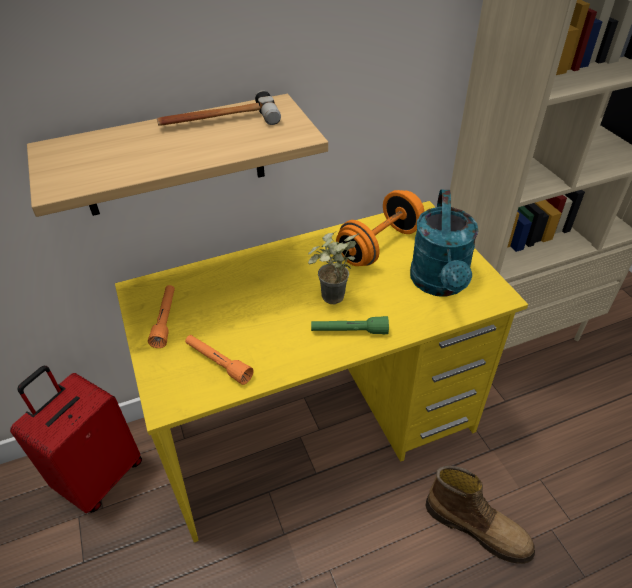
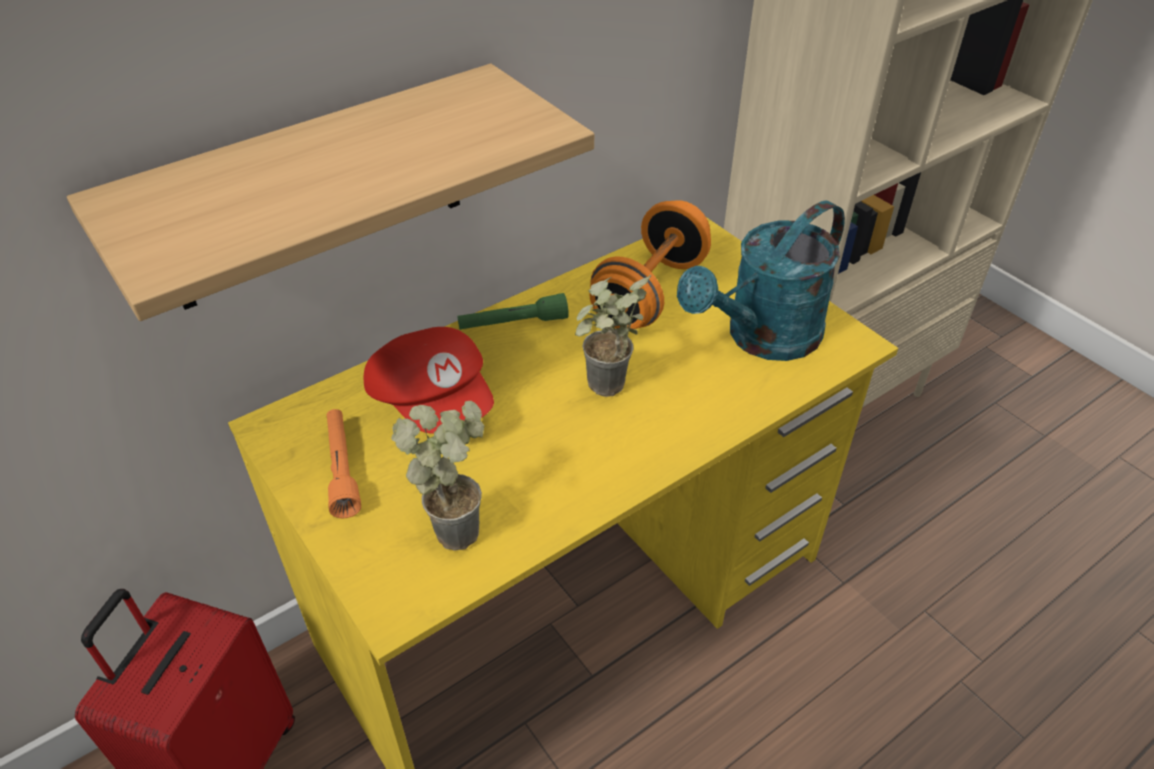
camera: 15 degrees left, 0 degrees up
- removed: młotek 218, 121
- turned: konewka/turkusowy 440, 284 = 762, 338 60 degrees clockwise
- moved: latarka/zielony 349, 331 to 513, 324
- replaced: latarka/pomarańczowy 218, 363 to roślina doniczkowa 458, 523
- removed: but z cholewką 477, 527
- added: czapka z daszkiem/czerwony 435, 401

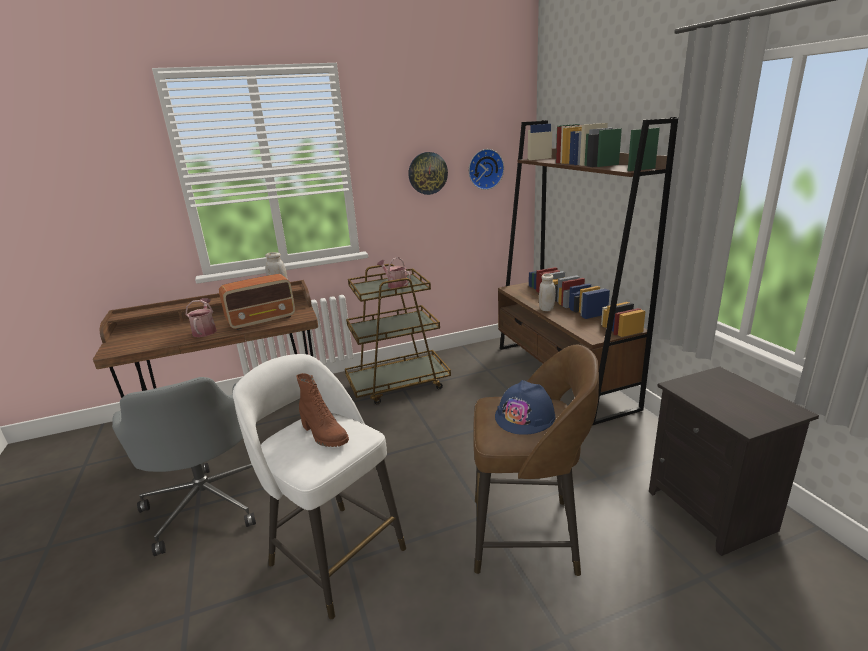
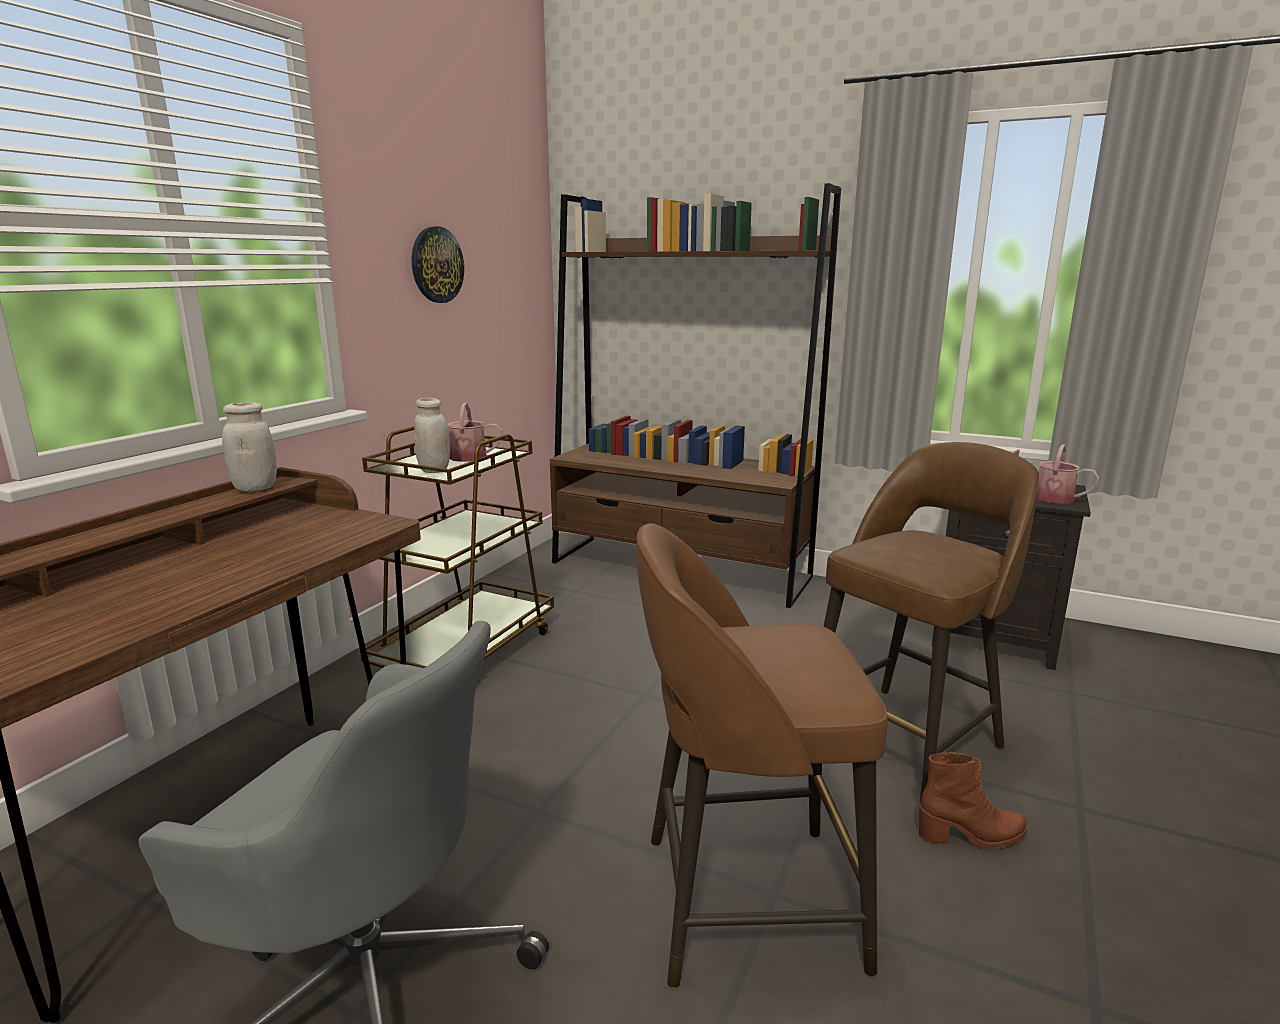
camera: 45 degrees left, 5 degrees down
- removed: zegar ścienny 485, 169
- removed: radio 262, 320
- moved: słoik/biały 546, 309 to 434, 470
- moved: konewka 205, 330 to 1046, 497
- recoloured: stołek/biały 335, 554 to stołek/brązowy 743, 901
- moved: but z cholewką/brązowy 323, 435 to 971, 836
- removed: kask/niebieski 525, 416

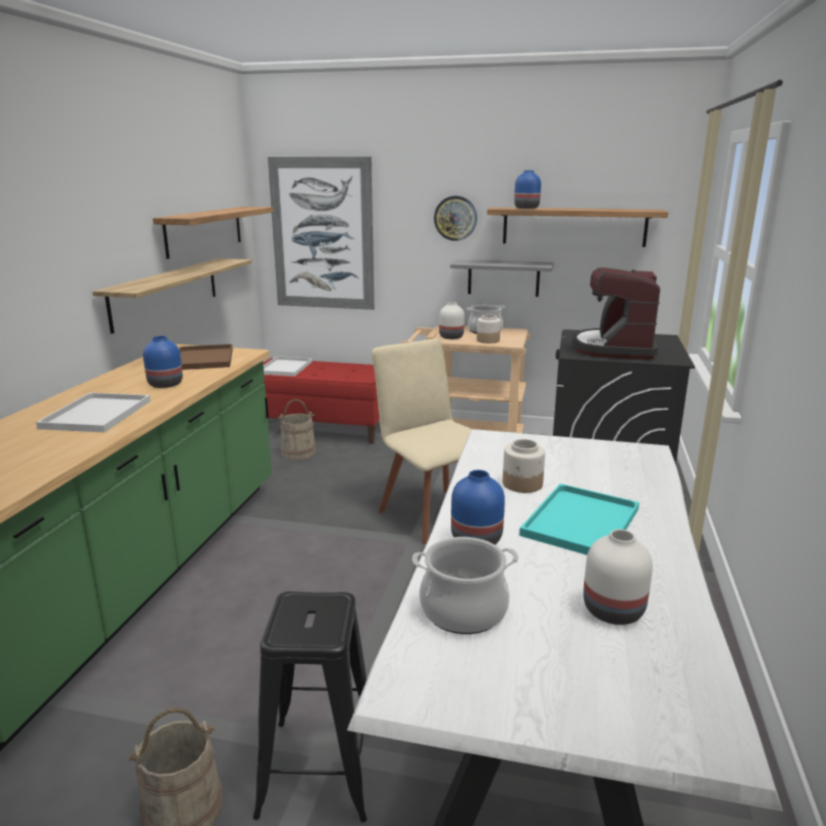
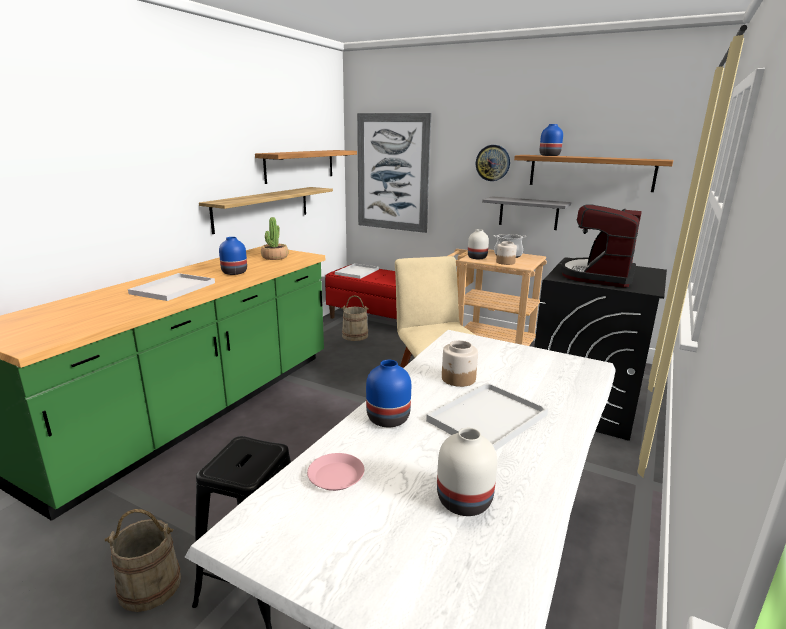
camera: 15 degrees right, 0 degrees up
- replaced: taca/brązowy 203, 358 to roślina doniczkowa 275, 257
- recoloured: taca/turkusowy 580, 520 to taca/biały 487, 416
- replaced: garnek 463, 610 to talerz/różowy 336, 476

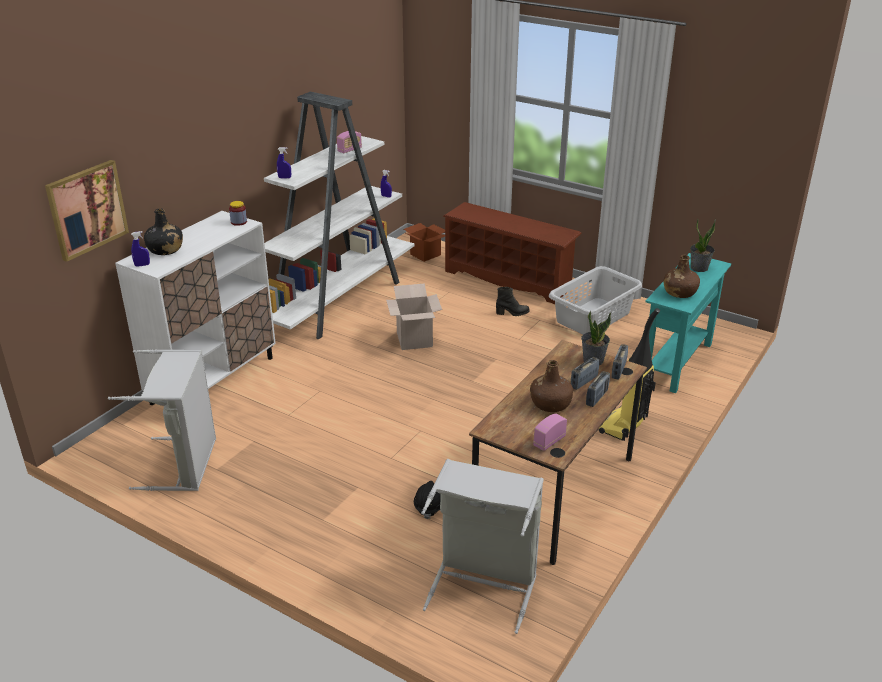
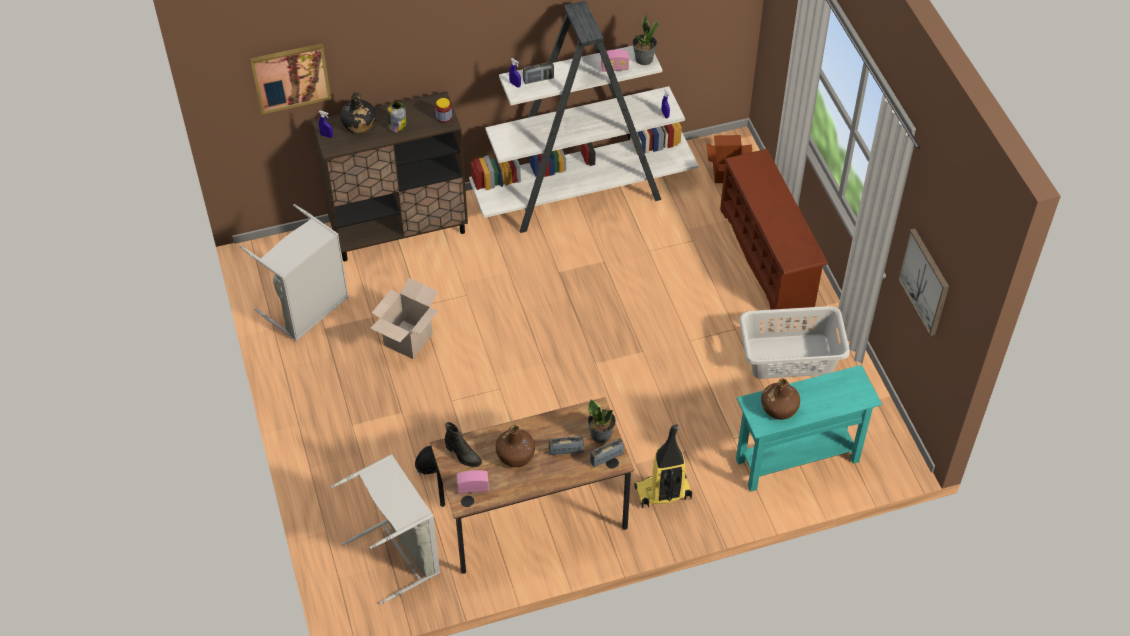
camera: 40 degrees right, 20 degrees up
- recoloured: szafka/biały 213, 380 to szafka/brązowy 399, 230
- moved: roślina doniczkowa 699, 268 to 643, 59
- moved: karton 414, 340 to 408, 339
- moved: but z cholewką/czarny 512, 313 to 463, 455
- moved: radio 597, 398 to 538, 79
- added: słoik 397, 125
- added: obraz 925, 281

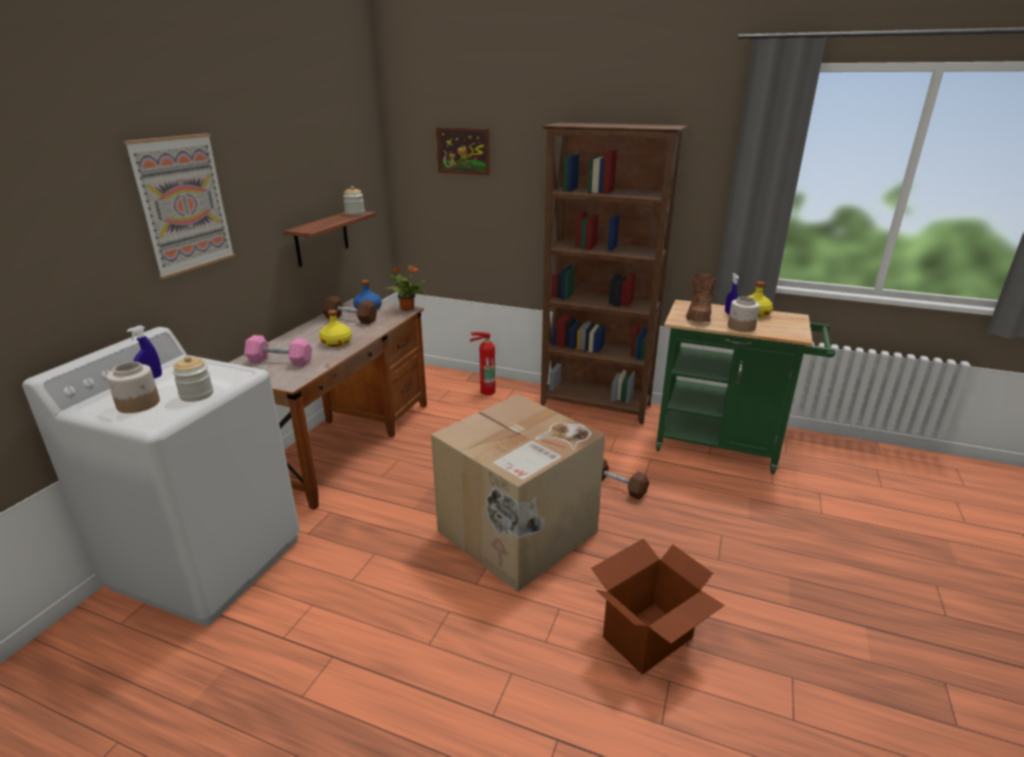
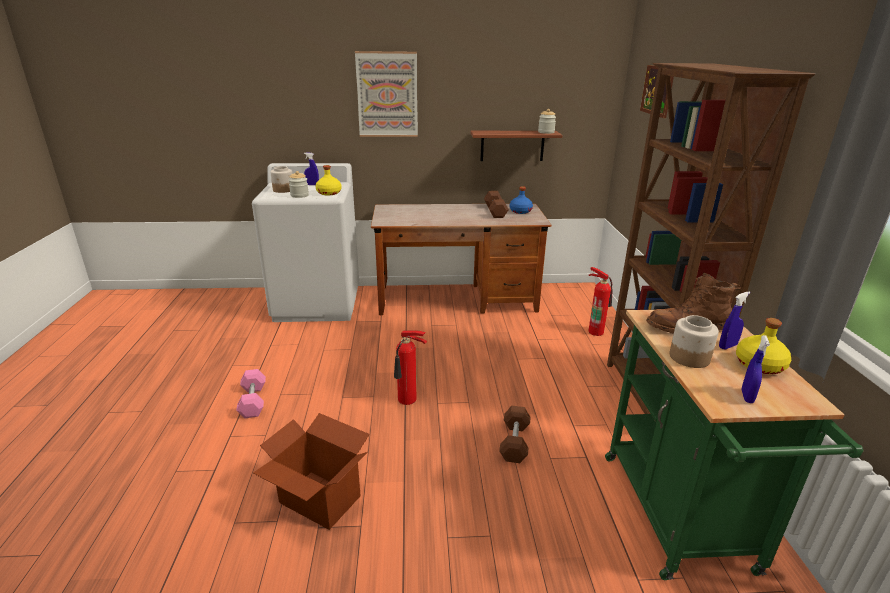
camera: 65 degrees right, 0 degrees up
- removed: roślina doniczkowa 407, 308
- moved: butelka/żółty 336, 343 to 328, 193
- moved: hantel/różowy 280, 361 to 253, 401
- replaced: karton 517, 533 to gaśnica 407, 400
- added: spryskiwacz/niebieski 747, 397

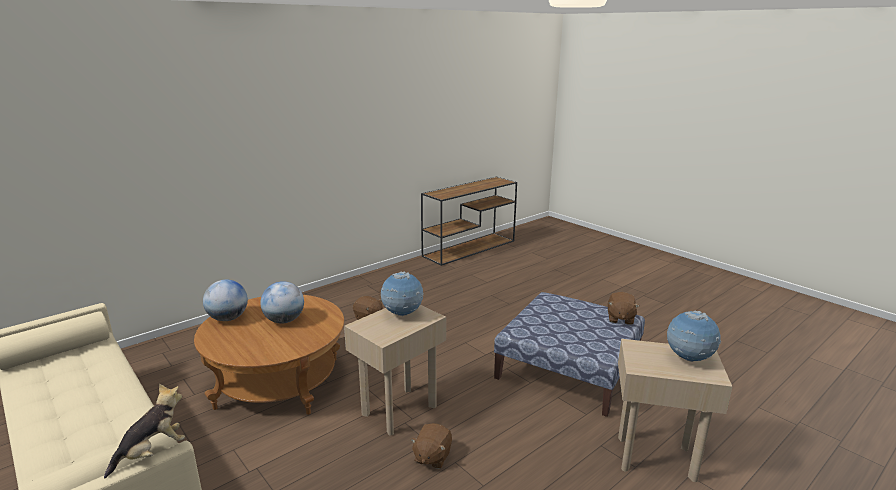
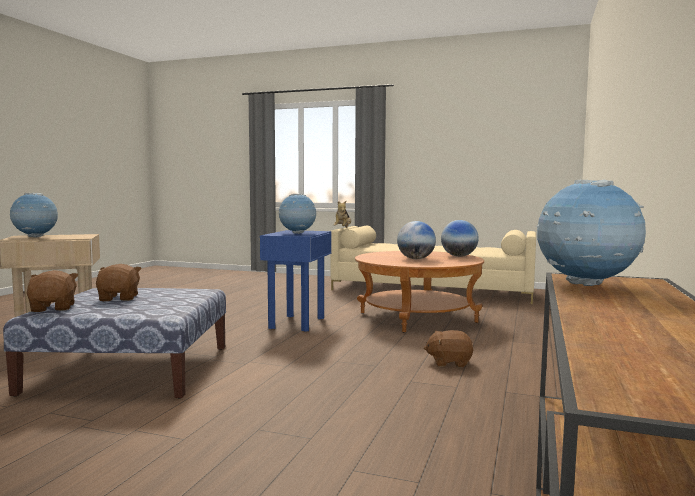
camera: 150 degrees right, 15 degrees down
- recoloured: stolik/beżowy 398, 409 to stolik/niebieski 298, 323
- moved: pluszak/brązowy 432, 457 to 119, 298
- added: globus 586, 285

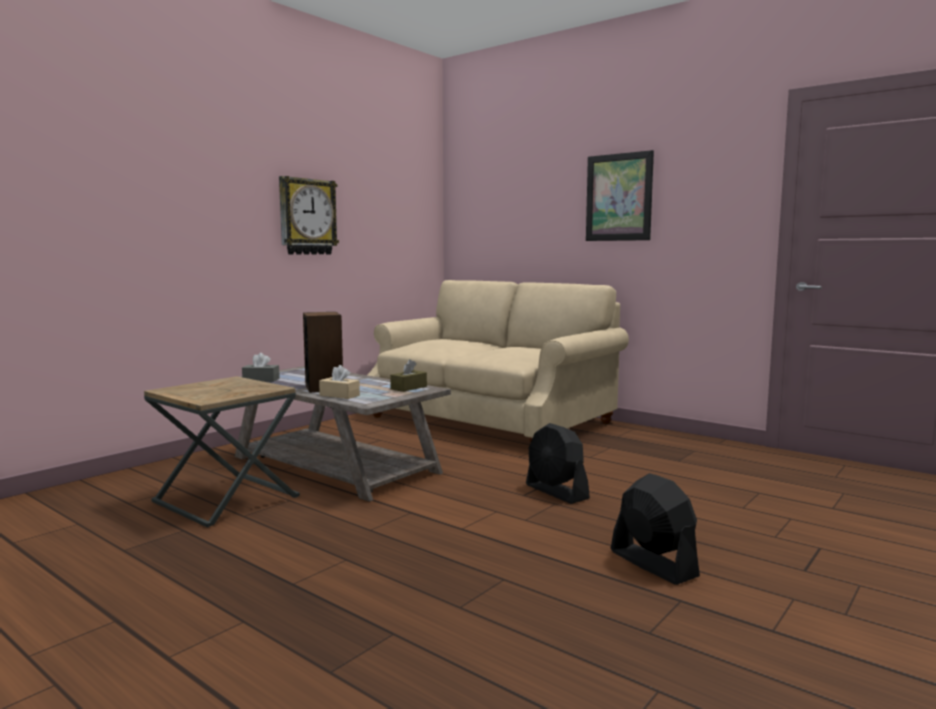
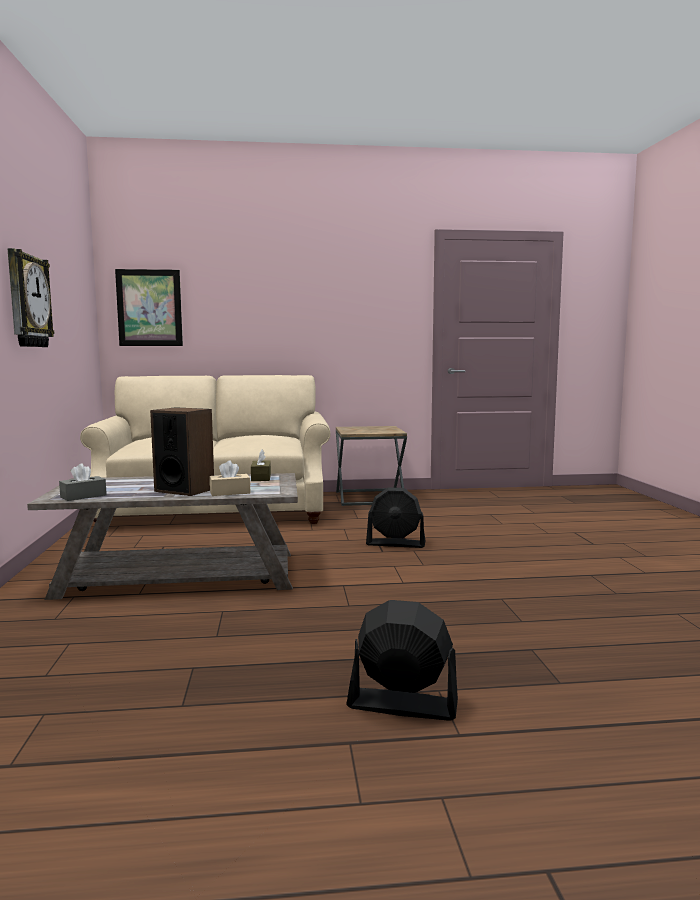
camera: 45 degrees left, 0 degrees up
- moved: obraz 619, 197 to 149, 308
- moved: stolik/brązowy 226, 499 to 369, 498
- moved: wentylator/czarny 652, 563 to 401, 704

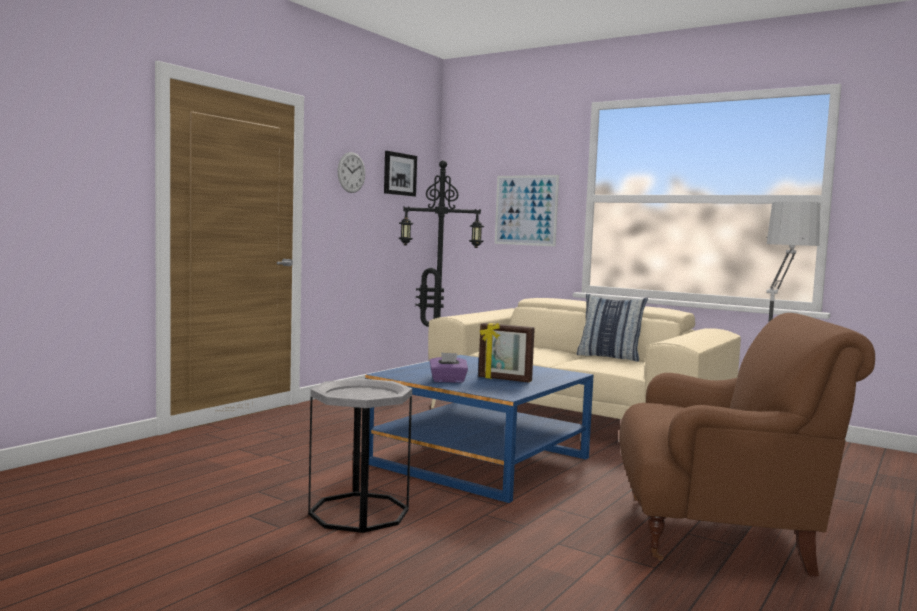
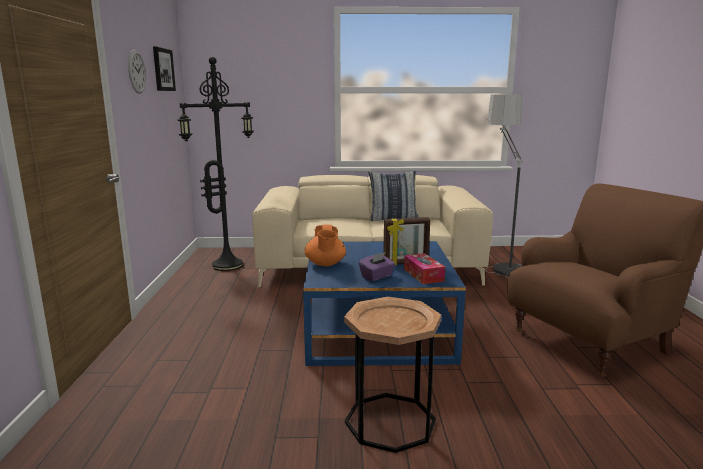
camera: 35 degrees left, 10 degrees up
- removed: obraz 526, 210
- recoloured: stolik/szary 359, 512 to stolik/brązowy 390, 421
- added: imbryk/pomarańczowy 325, 264
- added: pudełko chusteczek 423, 275

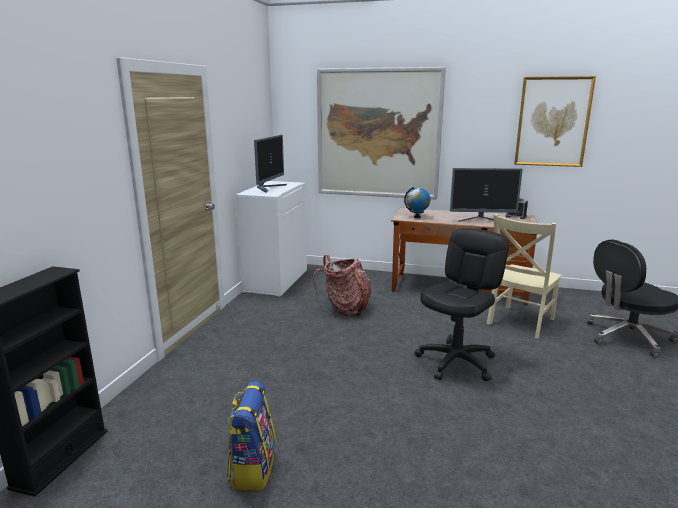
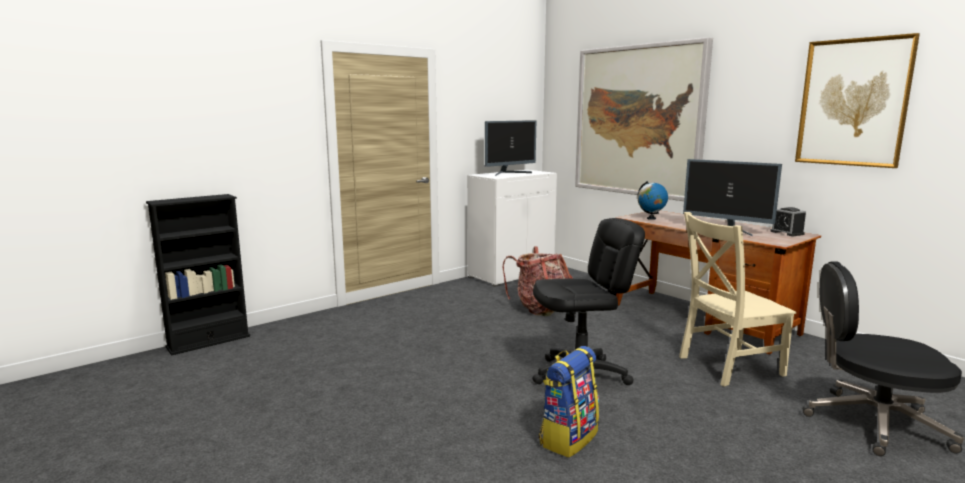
camera: 35 degrees right, 5 degrees down
- moved: plecak 252, 468 to 568, 438

